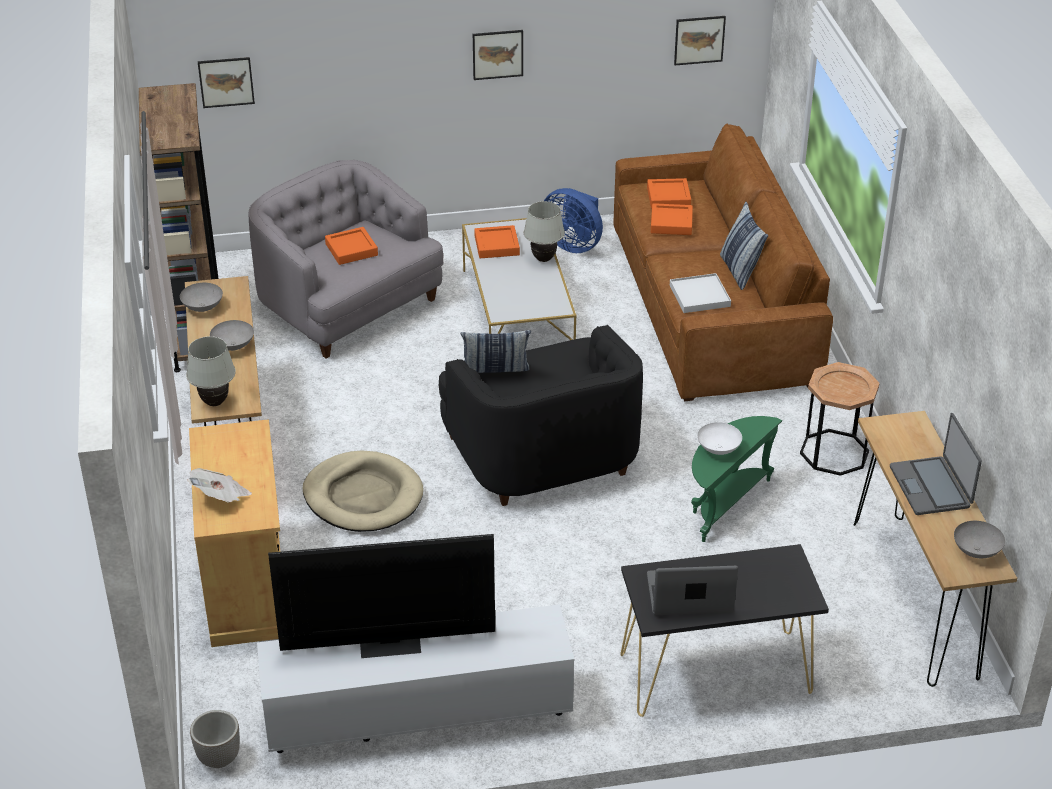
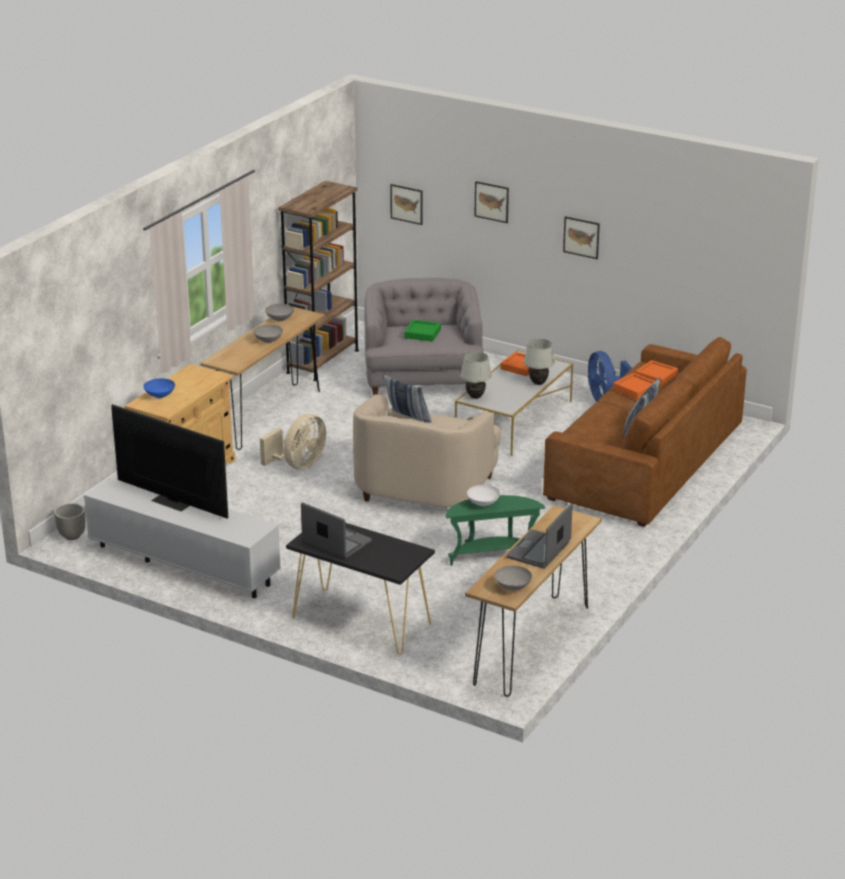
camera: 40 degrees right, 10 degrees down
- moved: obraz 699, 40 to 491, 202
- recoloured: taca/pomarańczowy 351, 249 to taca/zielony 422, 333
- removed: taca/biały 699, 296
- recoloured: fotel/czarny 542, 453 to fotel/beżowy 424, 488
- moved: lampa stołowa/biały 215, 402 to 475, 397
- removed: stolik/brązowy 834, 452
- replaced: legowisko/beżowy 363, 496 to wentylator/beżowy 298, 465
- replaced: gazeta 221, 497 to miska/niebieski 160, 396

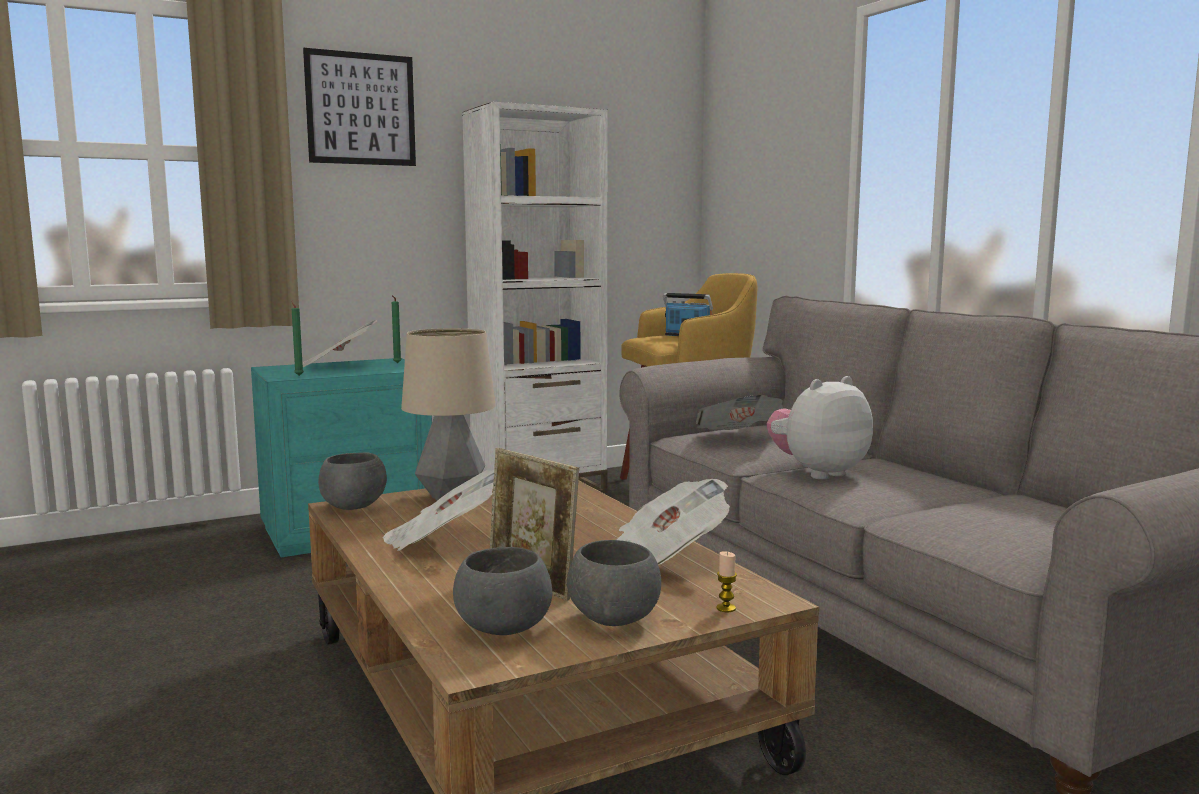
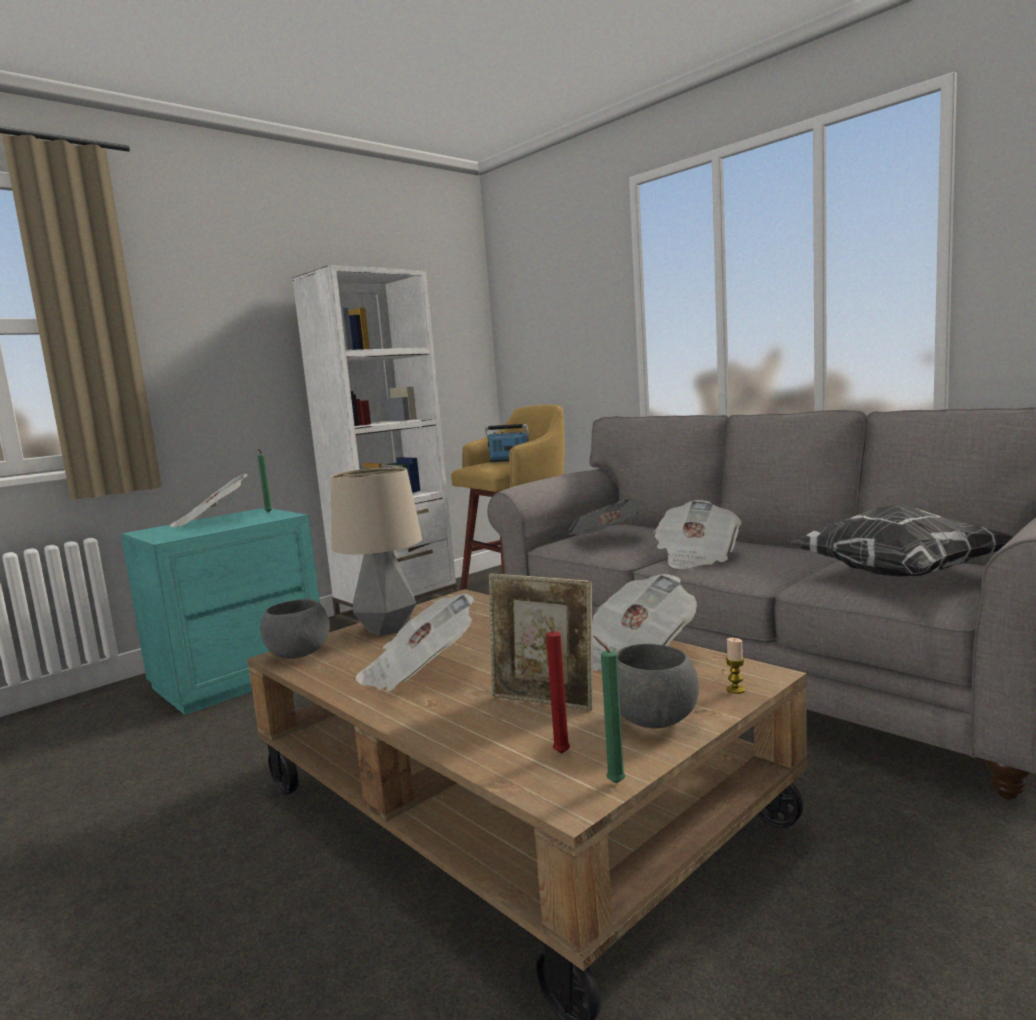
camera: 15 degrees left, 0 degrees up
- removed: obraz 361, 109
- moved: świeca/zielony 298, 375 to 613, 782
- replaced: pluszak 817, 473 to gazeta 695, 558
- replaced: miska/szary 503, 628 to świeca/czerwony 560, 752
- added: poduszka 896, 575

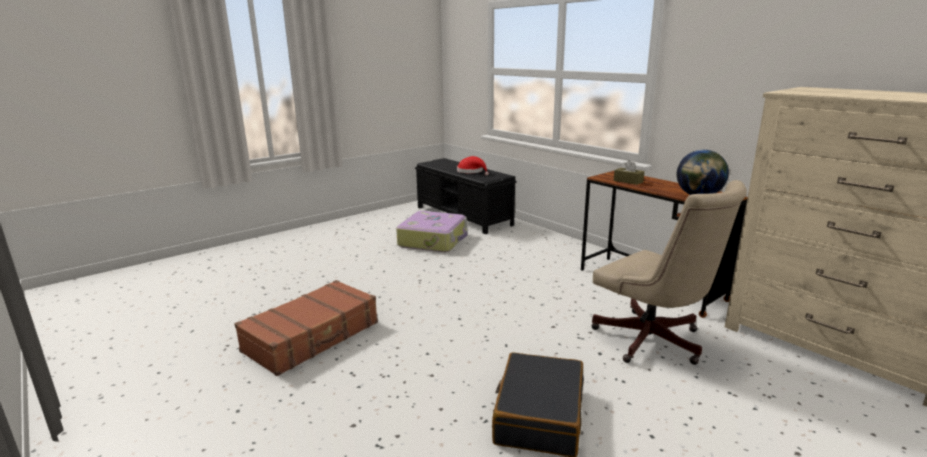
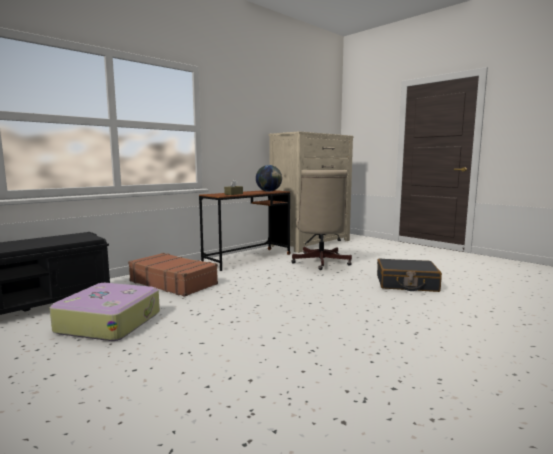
camera: 95 degrees left, 10 degrees down
- removed: kapelusz/czerwony 471, 172
- turned: krzesło biurowe/beżowy 653, 342 = 320, 263 135 degrees clockwise
- moved: walizka/brązowy 313, 337 to 173, 283

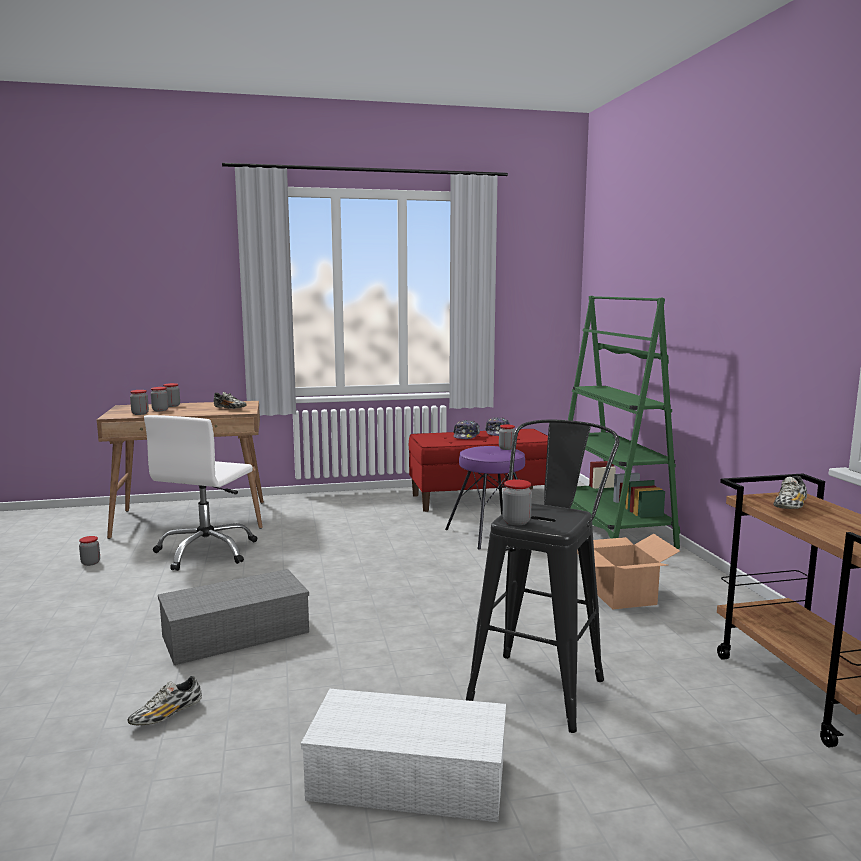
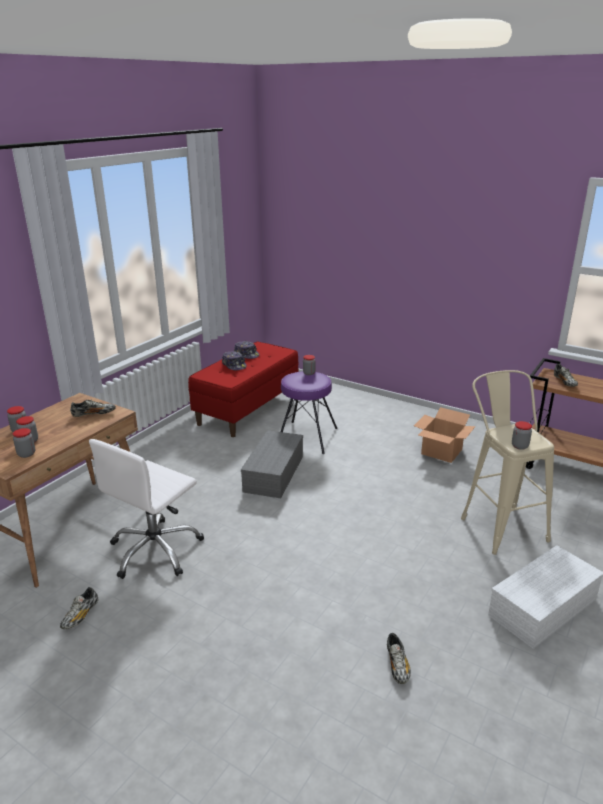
camera: 45 degrees left, 15 degrees up
- removed: regał/zielony 610, 528
- turned: krzesło biurowe/biały 207, 552 = 156, 550 60 degrees clockwise
- recoloured: stołek/czarny 542, 683 to stołek/beżowy 499, 524
- replaced: słoik 90, 563 to but 80, 615
- moved: pojemnik do przechowywania/szary 237, 633 to 273, 473

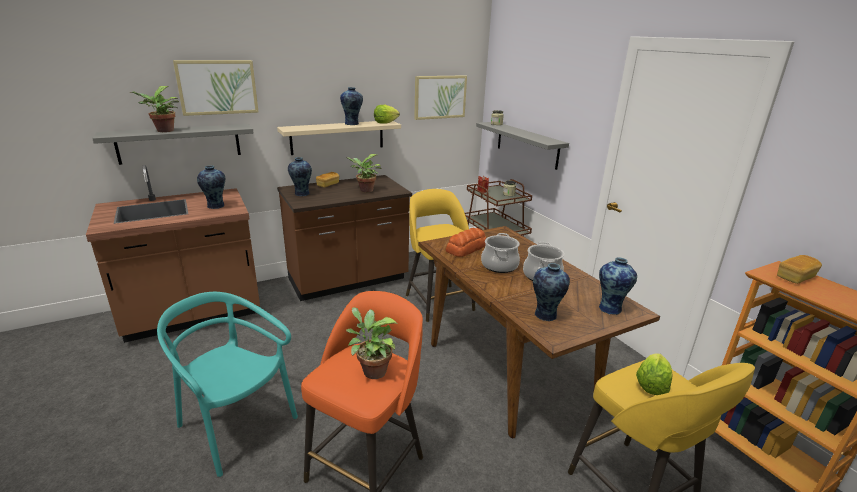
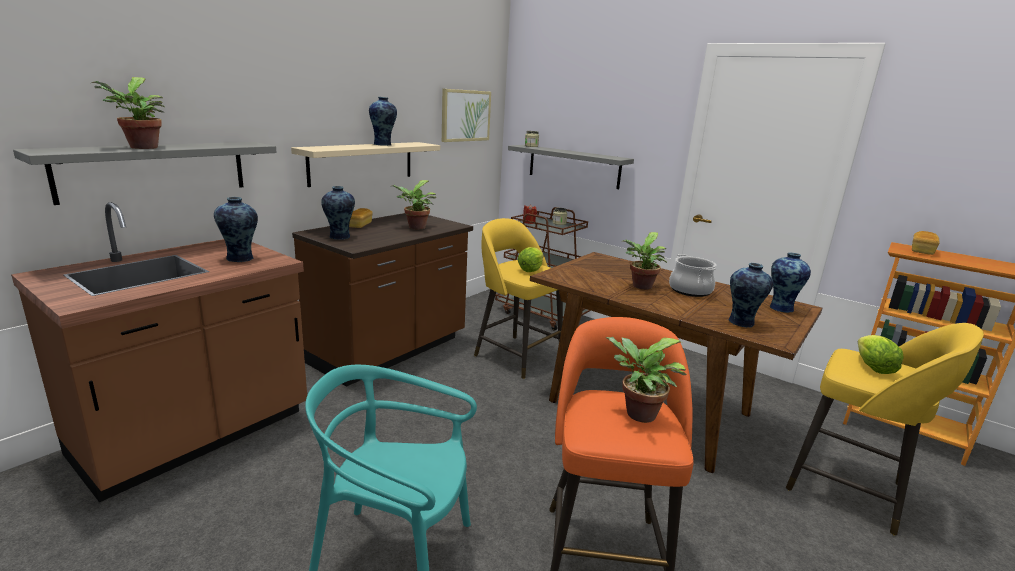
camera: 25 degrees left, 5 degrees down
- removed: obraz 217, 87
- moved: sałata 385, 122 to 531, 269
- removed: chleb 467, 248
- replaced: garnek 499, 265 to roślina doniczkowa 640, 287

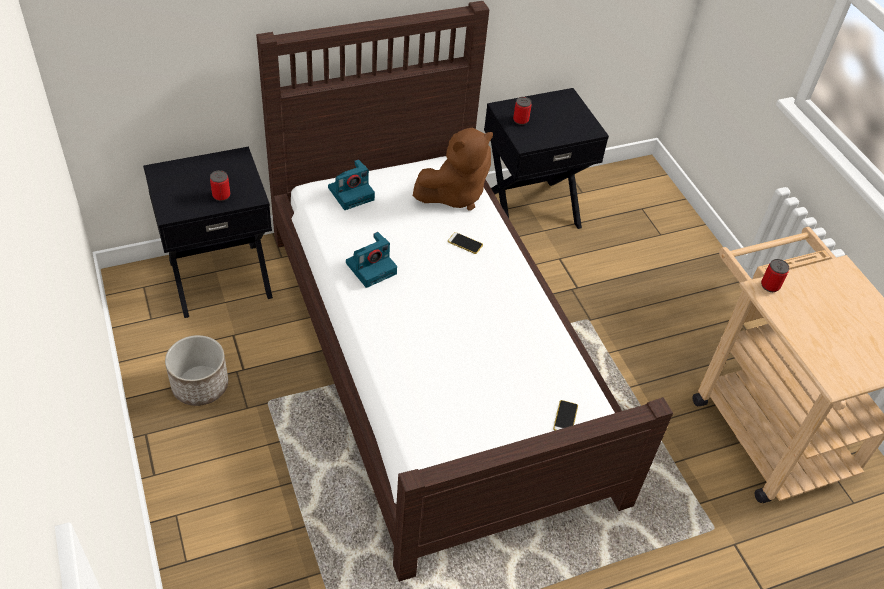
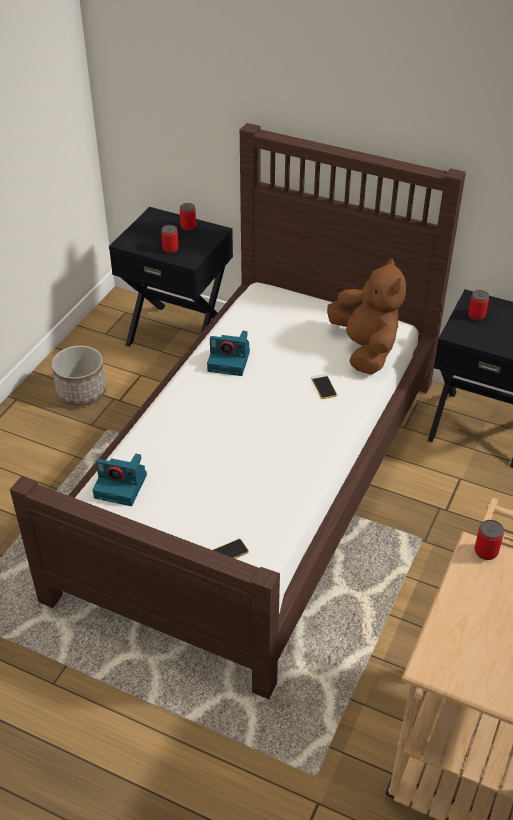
camera: 50 degrees right, 5 degrees down
- turned: pluszak/brązowy 454, 194 = 365, 349 120 degrees counterclockwise
- moved: aparat fotograficzny 352, 193 to 122, 486
- added: puszka 188, 227

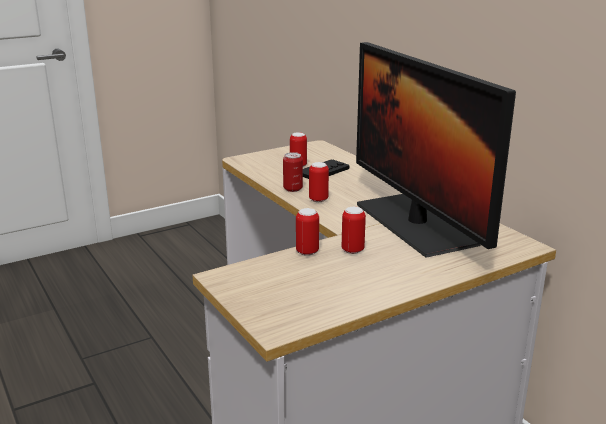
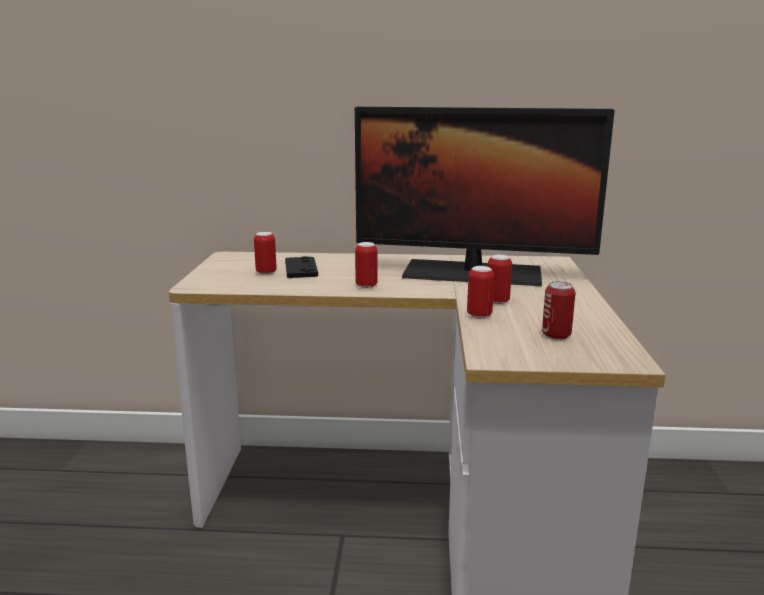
camera: 55 degrees left, 5 degrees down
- moved: puszka 293, 189 to 556, 335

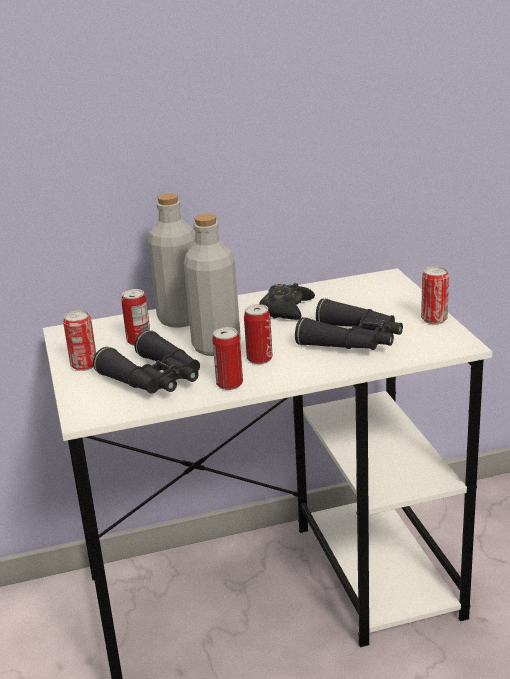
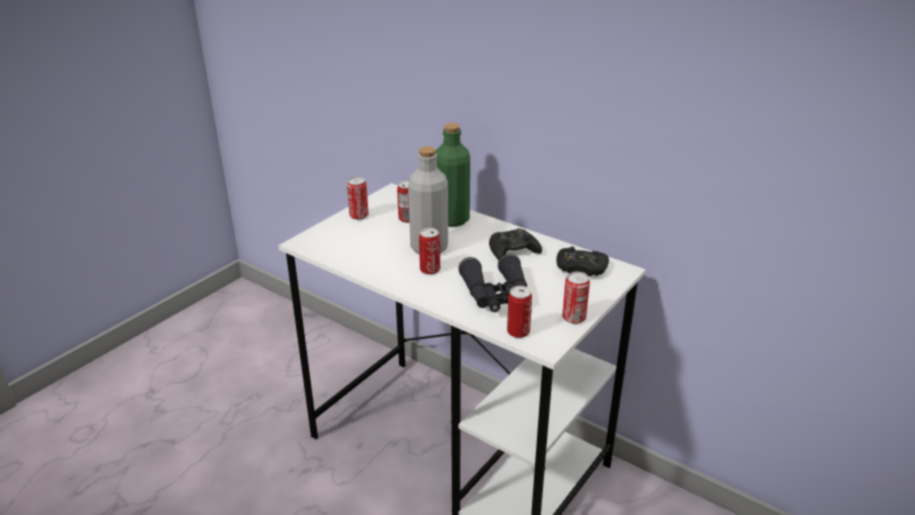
camera: 50 degrees right, 5 degrees up
- recoloured: butelka/szary 180, 319 to butelka/zielony 452, 219
- moved: puszka 229, 384 to 518, 332
- removed: lornetka/czarny 154, 379
- added: pad do gier/czarny 581, 268

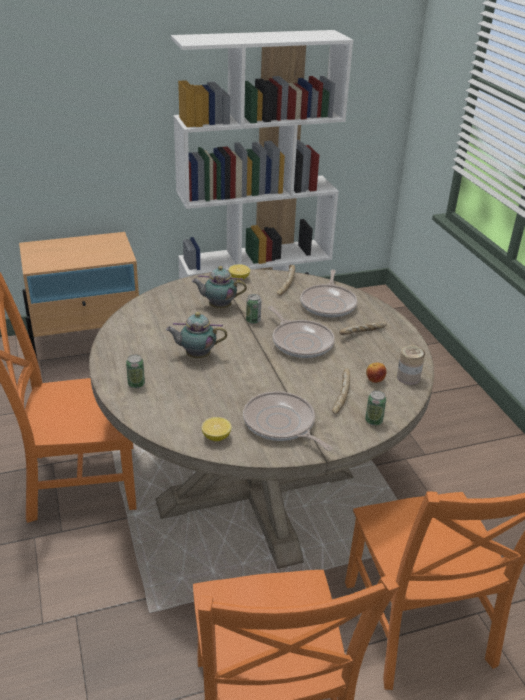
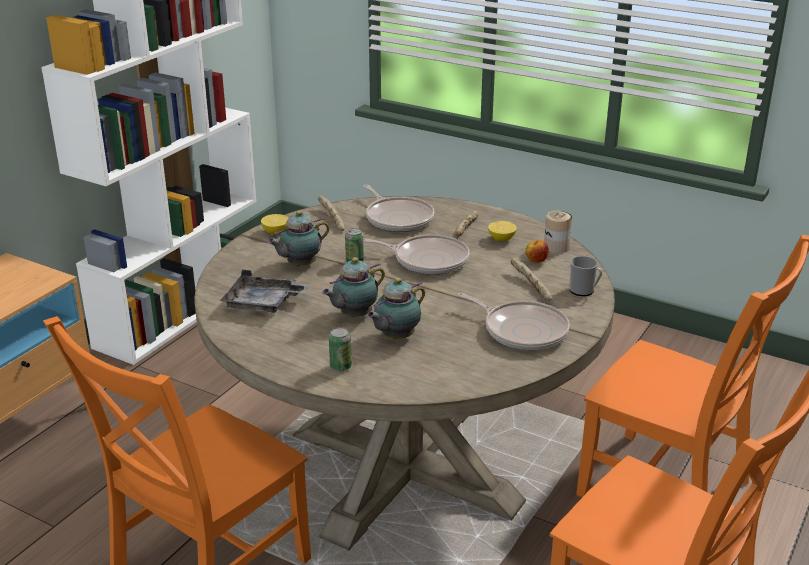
camera: 40 degrees left, 5 degrees down
- replaced: puszka 373, 421 to kubek 584, 291
- turned: patelnia 281, 424 = 522, 330 150 degrees counterclockwise
- moved: cytryna 216, 437 to 501, 239
- added: taca/szary 263, 303
- added: imbryk 396, 337

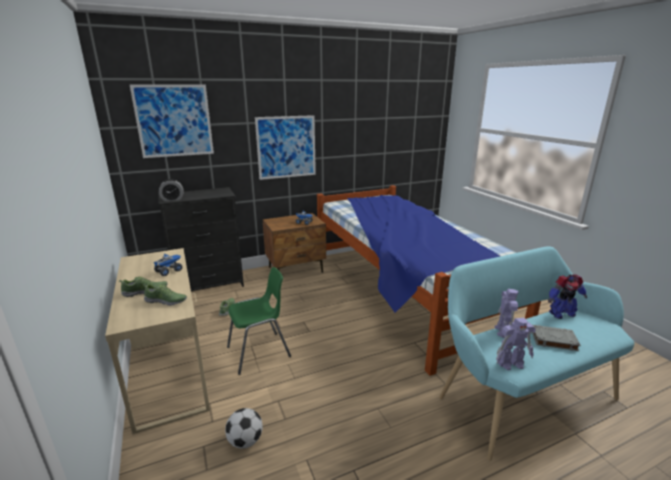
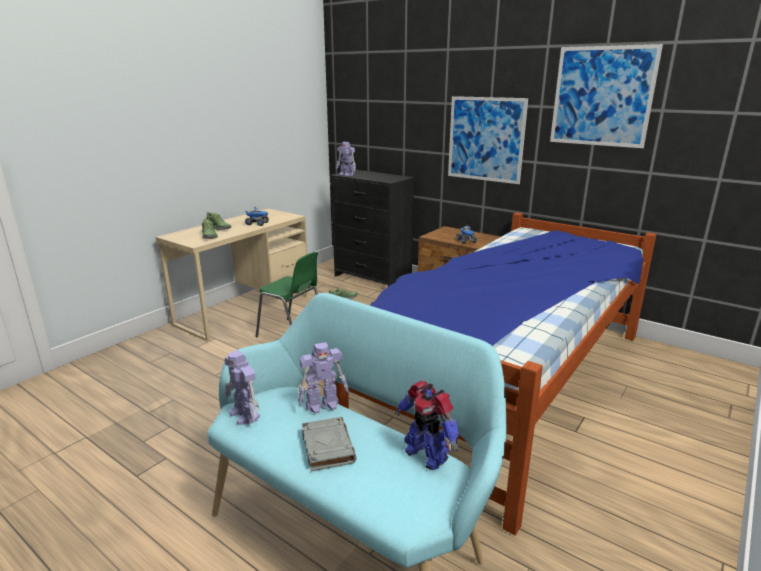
camera: 60 degrees right, 0 degrees up
- moved: obraz 174, 121 to 602, 96
- replaced: budzik 172, 199 to robot zabawkowy 346, 174
- removed: piłka futbolowa 245, 441

